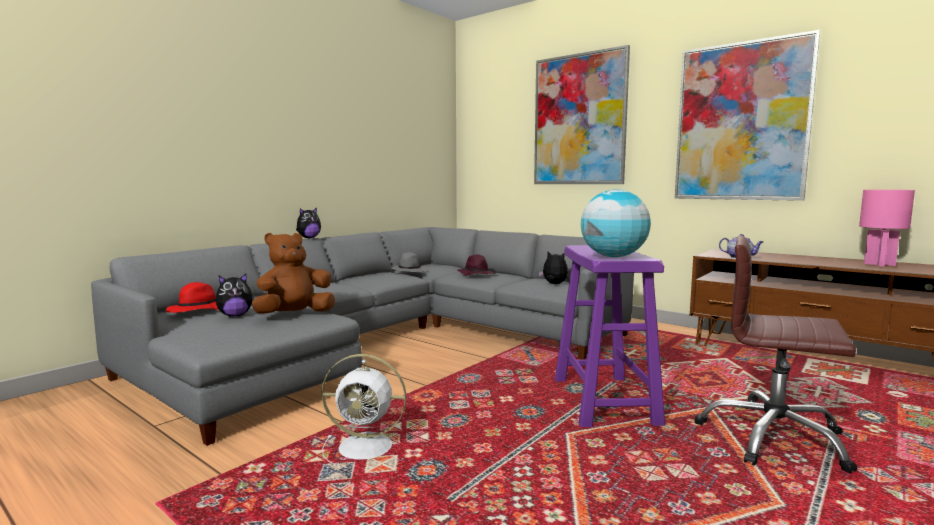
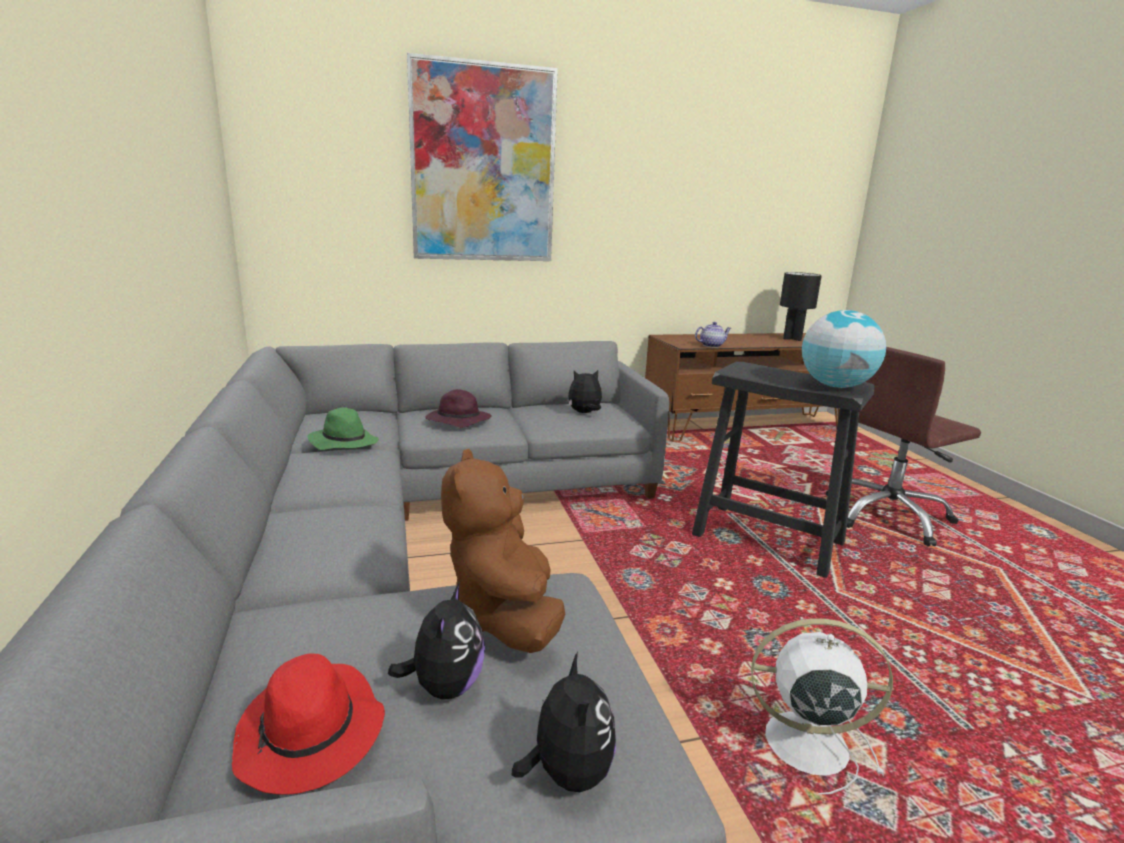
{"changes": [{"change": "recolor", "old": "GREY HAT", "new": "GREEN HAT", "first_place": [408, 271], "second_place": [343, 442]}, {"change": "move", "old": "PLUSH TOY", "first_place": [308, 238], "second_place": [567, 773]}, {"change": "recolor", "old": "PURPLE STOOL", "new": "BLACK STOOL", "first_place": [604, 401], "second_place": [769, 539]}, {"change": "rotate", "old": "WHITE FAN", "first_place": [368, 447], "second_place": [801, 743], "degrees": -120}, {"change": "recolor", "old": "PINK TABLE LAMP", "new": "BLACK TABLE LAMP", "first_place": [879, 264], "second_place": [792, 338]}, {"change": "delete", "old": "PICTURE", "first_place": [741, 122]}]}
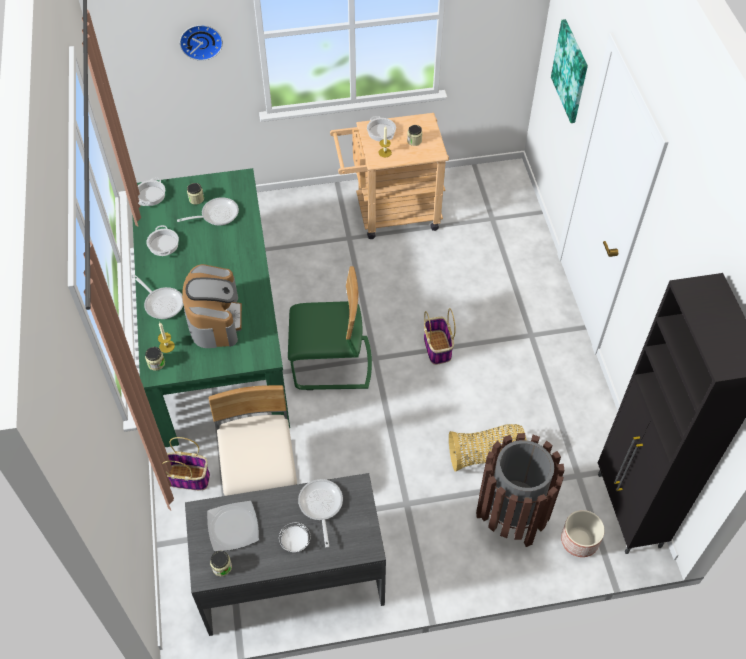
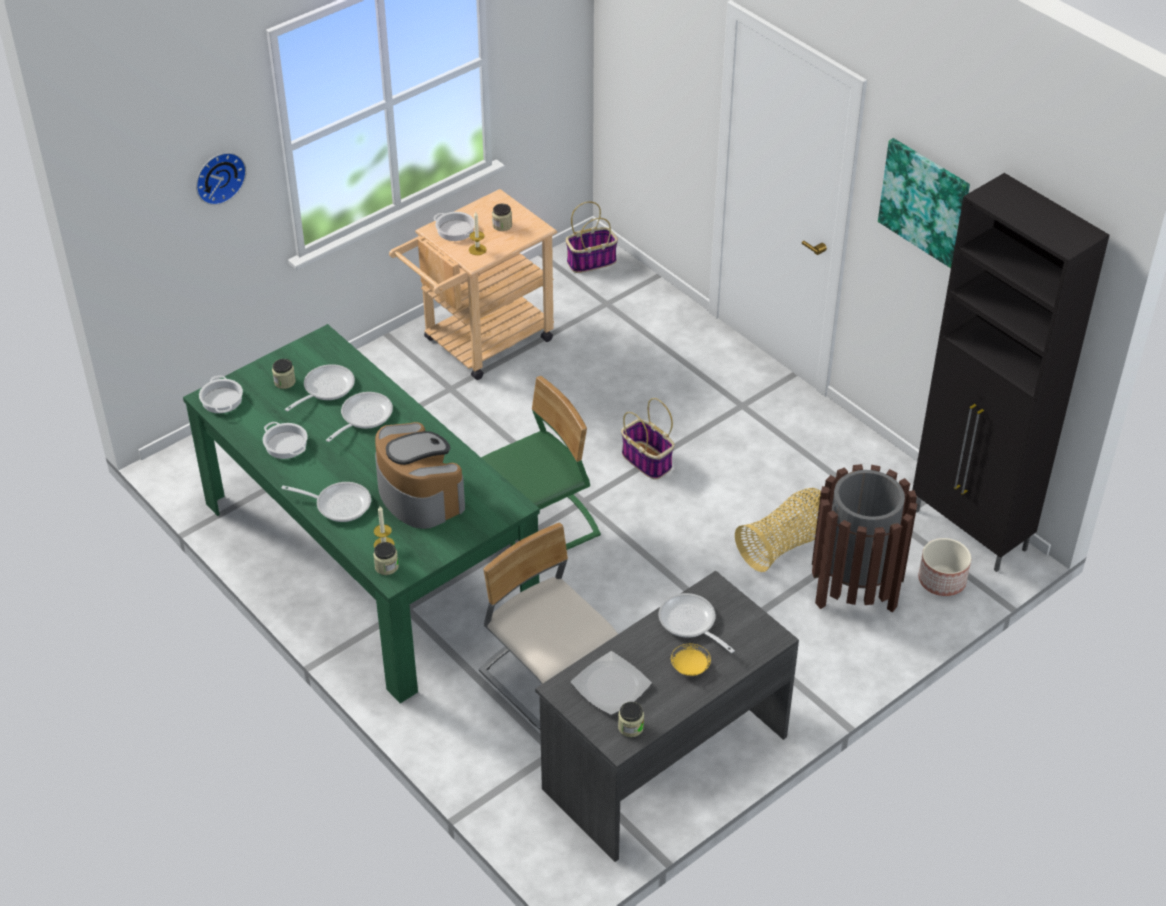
{"changes": [{"change": "insert", "new": "FRYING PAN", "second_place": [363, 417]}, {"change": "move", "old": "BASKET", "first_place": [188, 477], "second_place": [592, 261]}, {"change": "recolor", "old": "WHITE PLATE", "new": "YELLOW PLATE", "first_place": [295, 541], "second_place": [690, 667]}, {"change": "move", "old": "PICTURE", "first_place": [571, 71], "second_place": [925, 201]}]}
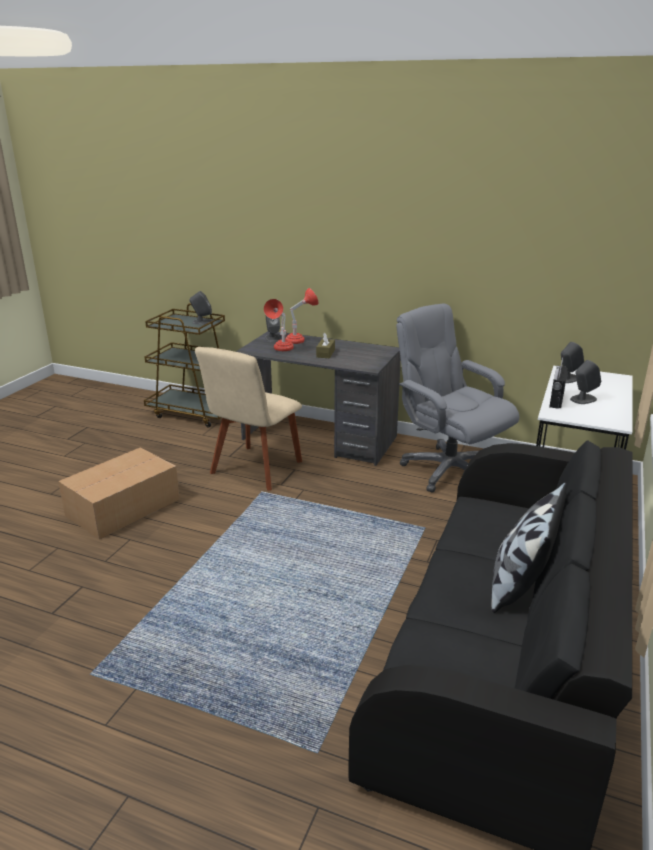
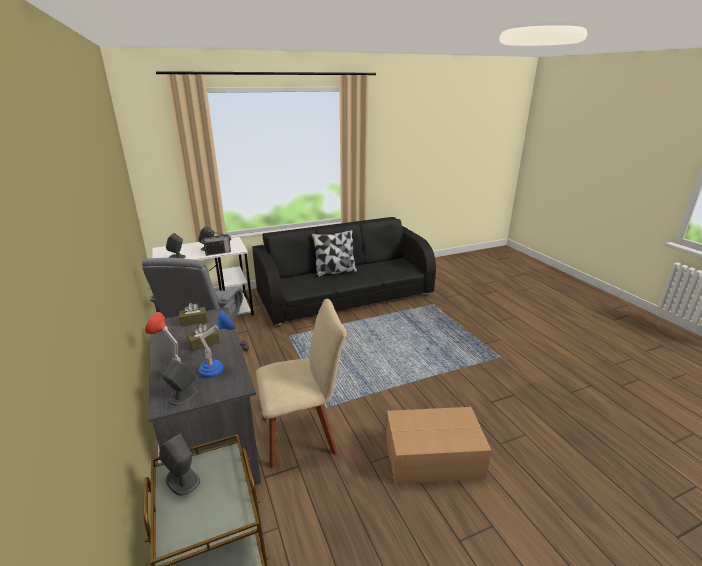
{"changes": [{"change": "insert", "new": "BROWN TISSUE BOX", "second_place": [194, 321]}, {"change": "recolor", "old": "RED TABLE LAMP", "new": "BLUE TABLE LAMP", "first_place": [281, 350], "second_place": [219, 369]}]}
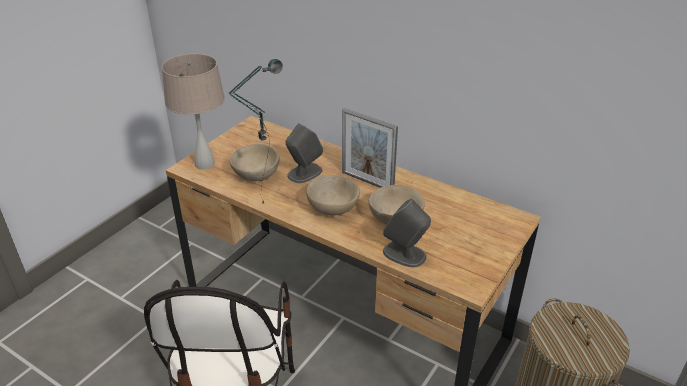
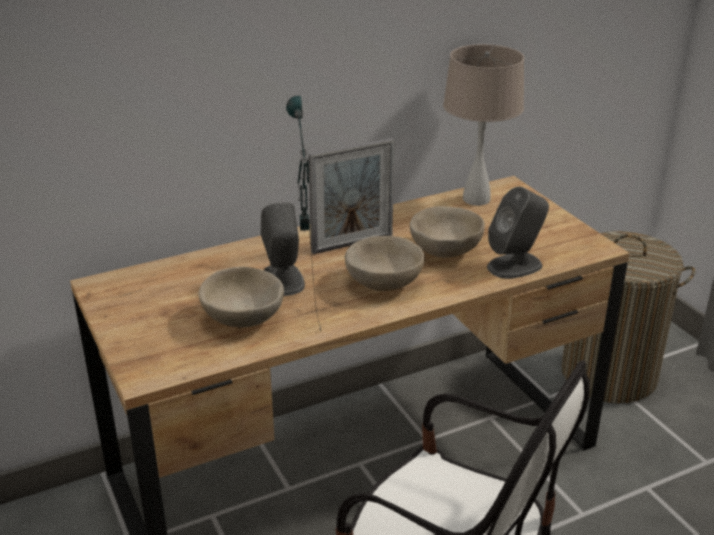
{"changes": [{"change": "move", "old": "BEIGE TABLE LAMP", "first_place": [204, 163], "second_place": [475, 199]}]}
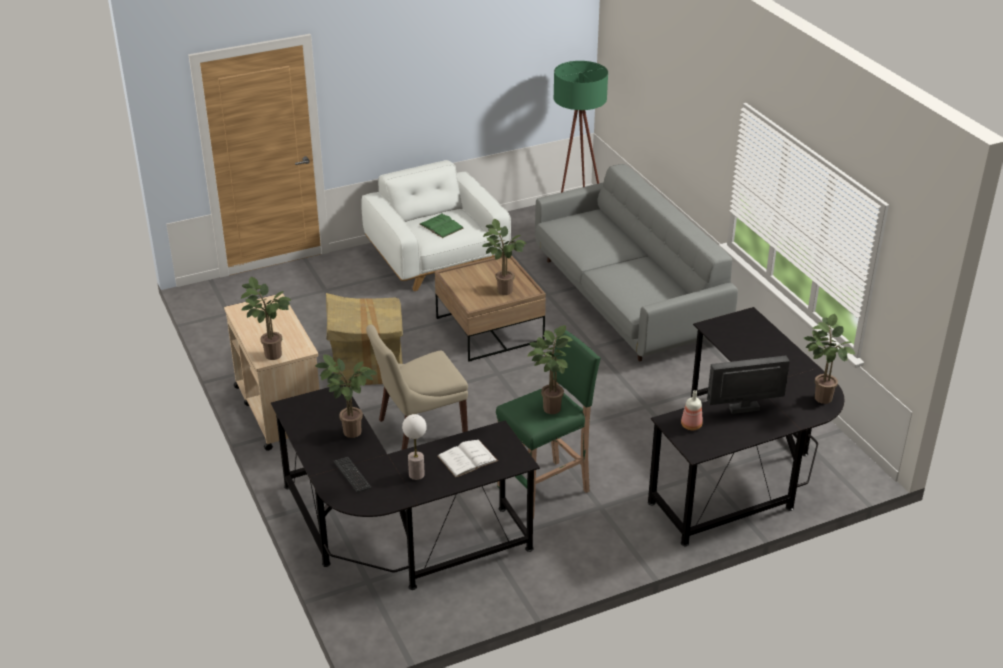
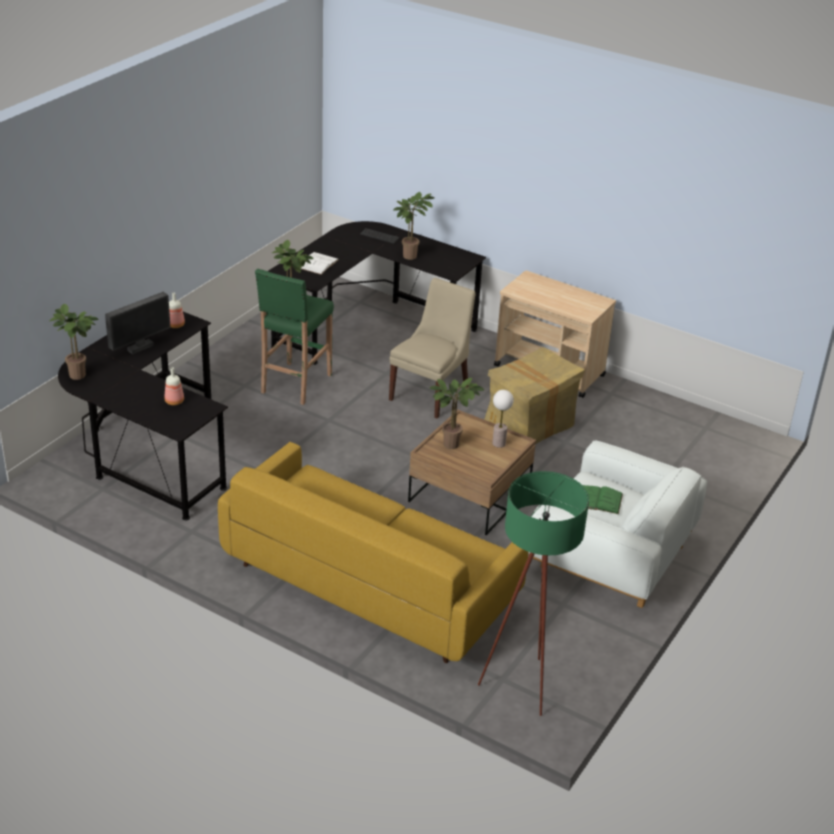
{"changes": [{"change": "insert", "new": "BOTTLE", "second_place": [175, 401]}, {"change": "recolor", "old": "GREY SOFA", "new": "YELLOW SOFA", "first_place": [626, 299], "second_place": [370, 583]}, {"change": "move", "old": "TABLE LAMP", "first_place": [416, 474], "second_place": [499, 443]}, {"change": "delete", "old": "POTTED PLANT", "first_place": [270, 355]}]}
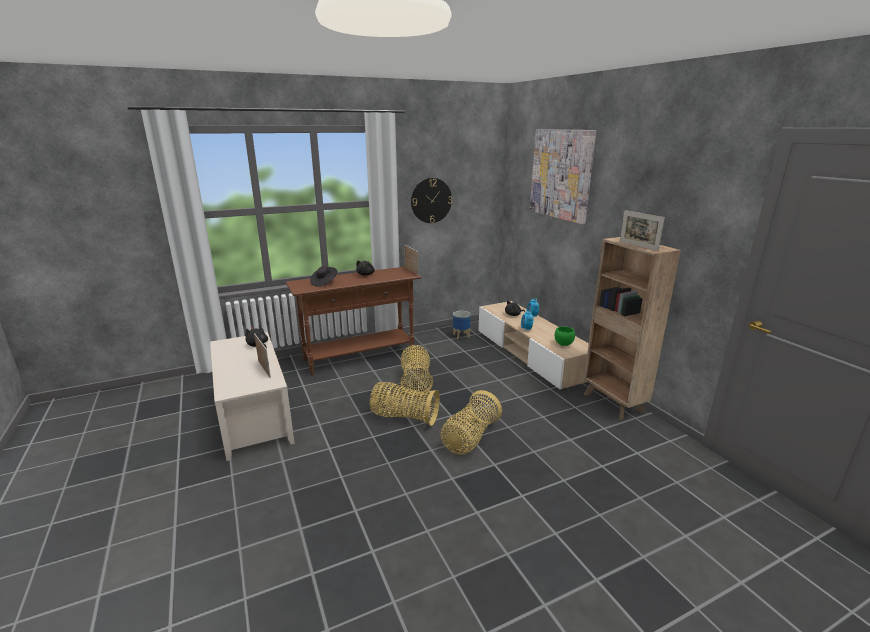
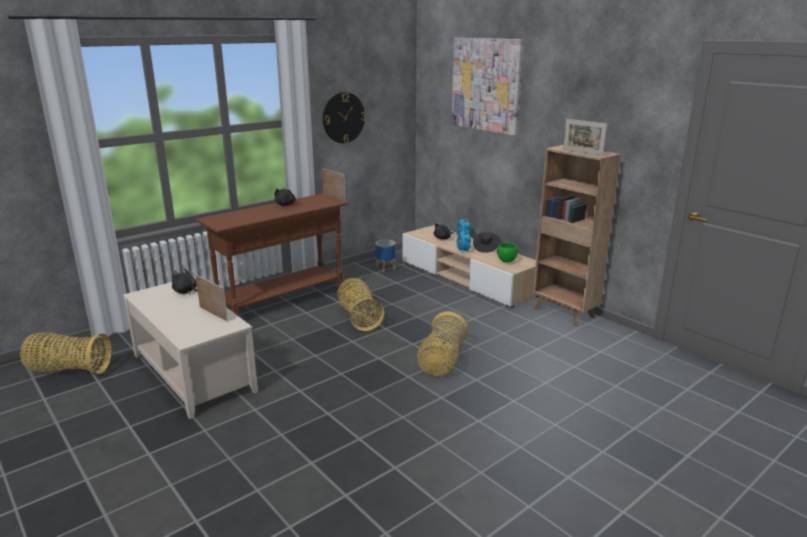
{"changes": [{"change": "move", "old": "BASKET", "first_place": [404, 417], "second_place": [69, 370]}, {"change": "move", "old": "BLACK HAT", "first_place": [324, 283], "second_place": [486, 248]}]}
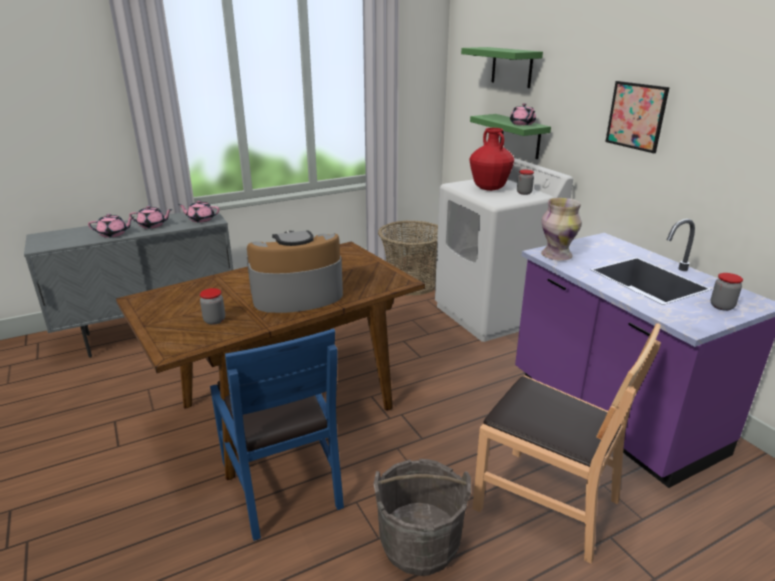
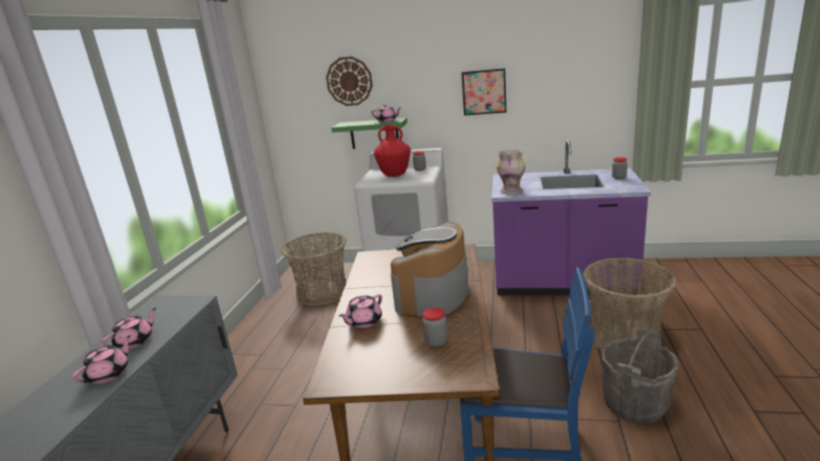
{"changes": [{"change": "replace", "old": "GREEN SHELF", "new": "WALL CLOCK", "first_place": [512, 67], "second_place": [349, 81]}, {"change": "move", "old": "PINK TEAPOT", "first_place": [201, 219], "second_place": [364, 322]}, {"change": "replace", "old": "BROWN CHAIR", "new": "BASKET", "first_place": [546, 502], "second_place": [624, 337]}]}
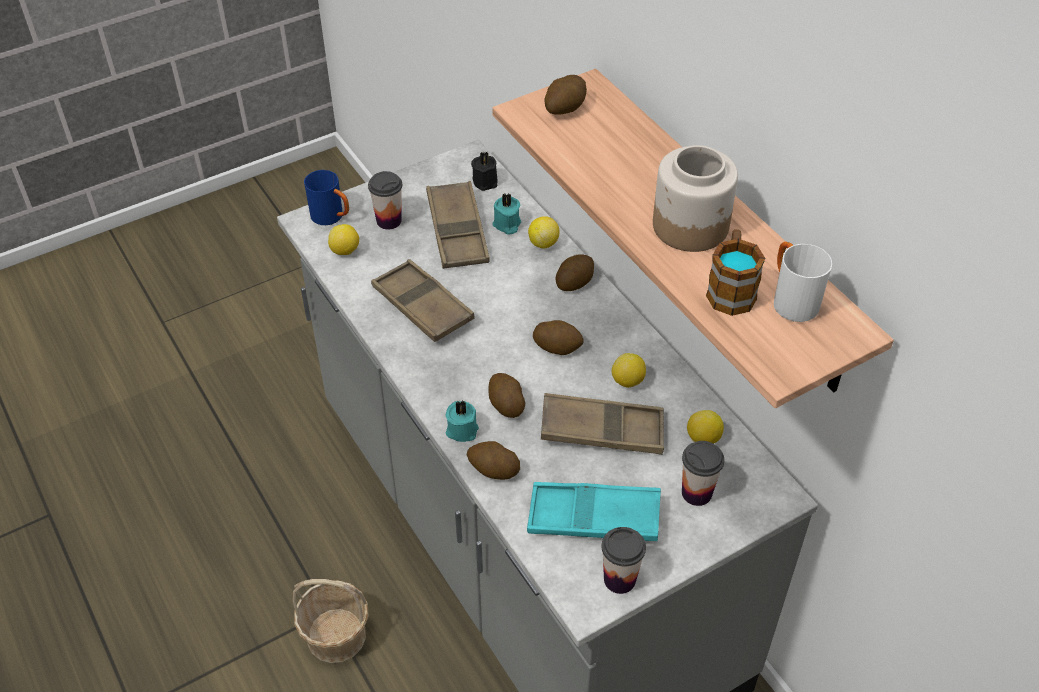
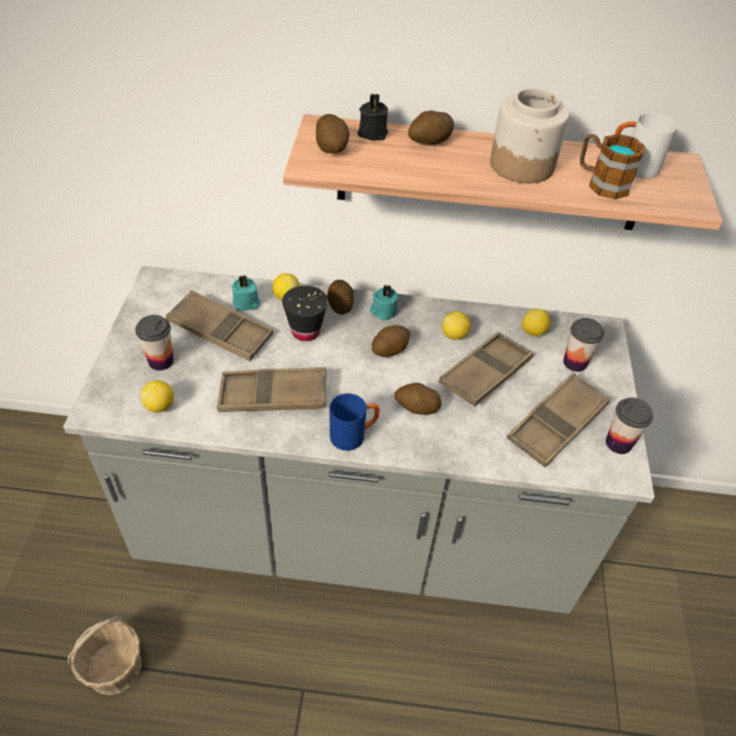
{"changes": [{"change": "move", "old": "BASKET", "first_place": [336, 636], "second_place": [115, 667]}, {"change": "insert", "new": "BLACK CUP", "second_place": [305, 331]}, {"change": "move", "old": "BLUE MUG", "first_place": [332, 217], "second_place": [353, 435]}, {"change": "move", "old": "BLACK CANDLE", "first_place": [486, 181], "second_place": [372, 132]}, {"change": "move", "old": "TURQUOISE CANDLE", "first_place": [461, 429], "second_place": [383, 311]}, {"change": "move", "old": "POTATO", "first_place": [493, 470], "second_place": [429, 142]}, {"change": "recolor", "old": "TURQUOISE TRAY", "new": "BROWN TRAY", "first_place": [594, 517], "second_place": [557, 424]}]}
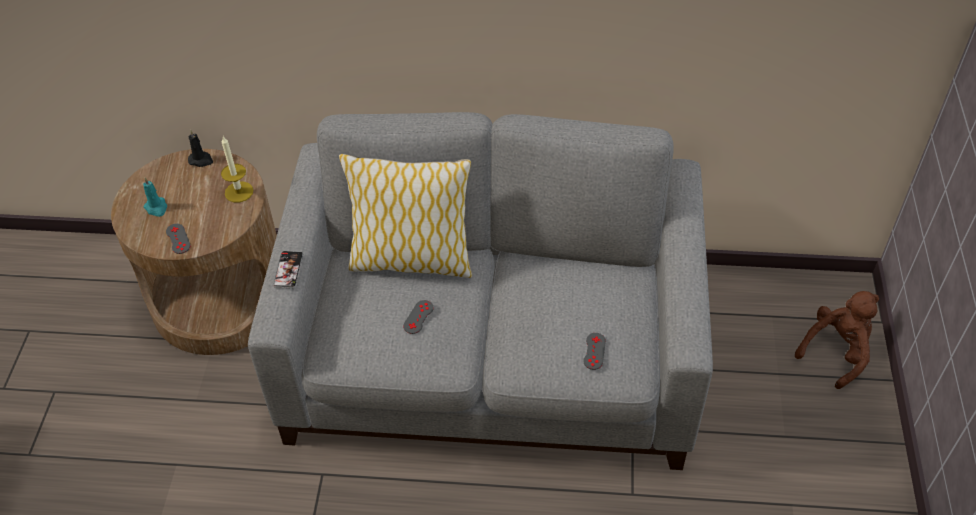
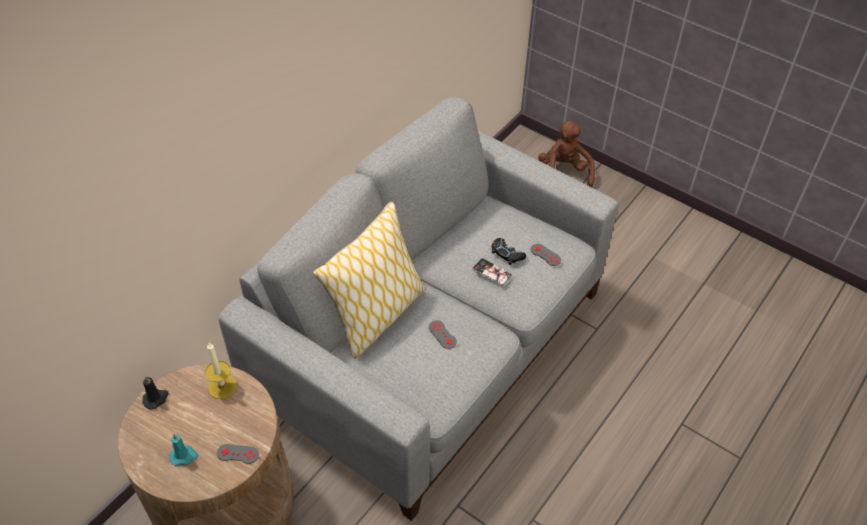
{"changes": [{"change": "move", "old": "PHONE", "first_place": [288, 270], "second_place": [491, 272]}, {"change": "insert", "new": "BLACK GAME CONTROLLER", "second_place": [507, 254]}]}
